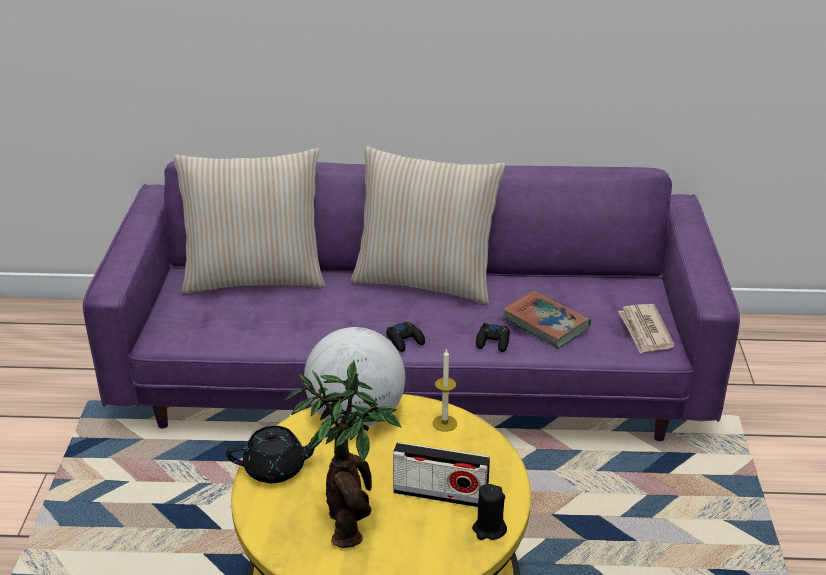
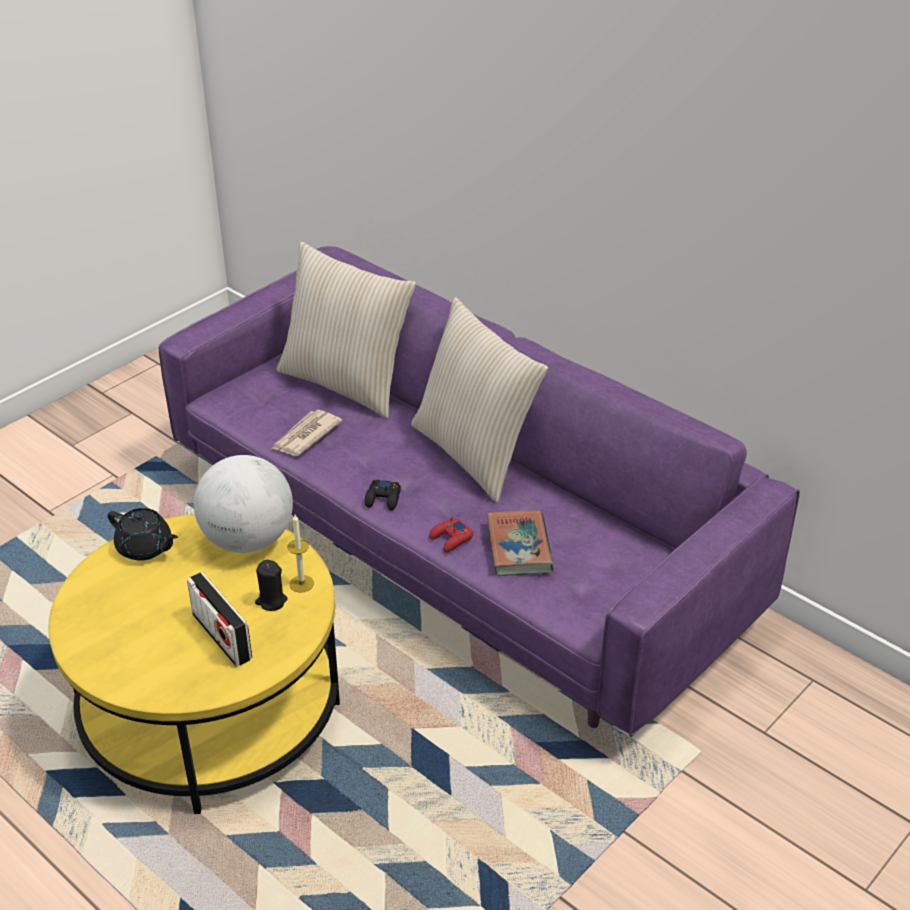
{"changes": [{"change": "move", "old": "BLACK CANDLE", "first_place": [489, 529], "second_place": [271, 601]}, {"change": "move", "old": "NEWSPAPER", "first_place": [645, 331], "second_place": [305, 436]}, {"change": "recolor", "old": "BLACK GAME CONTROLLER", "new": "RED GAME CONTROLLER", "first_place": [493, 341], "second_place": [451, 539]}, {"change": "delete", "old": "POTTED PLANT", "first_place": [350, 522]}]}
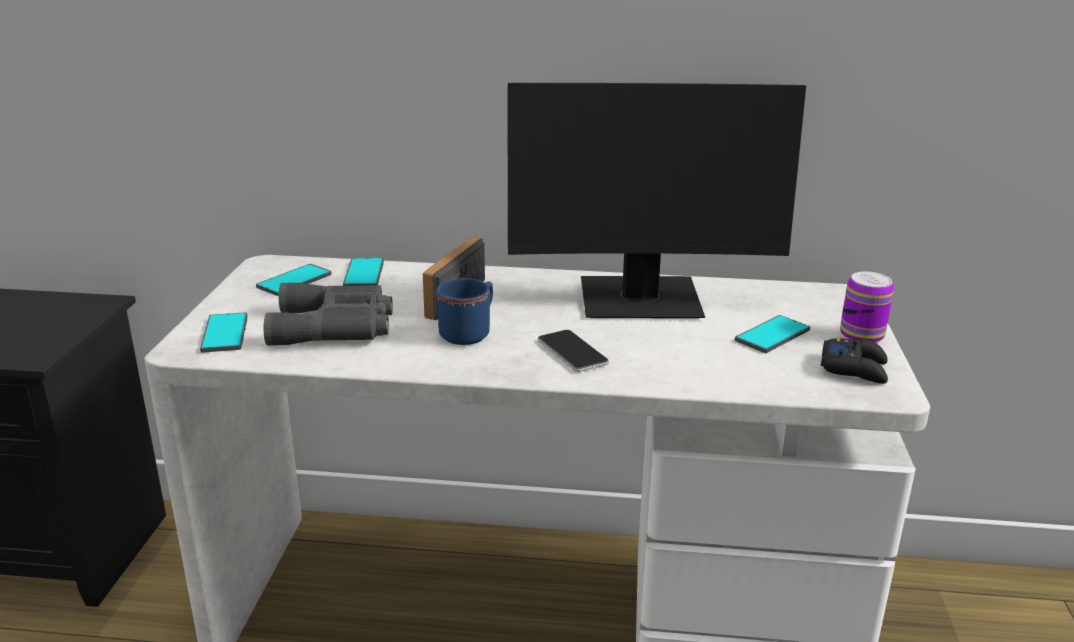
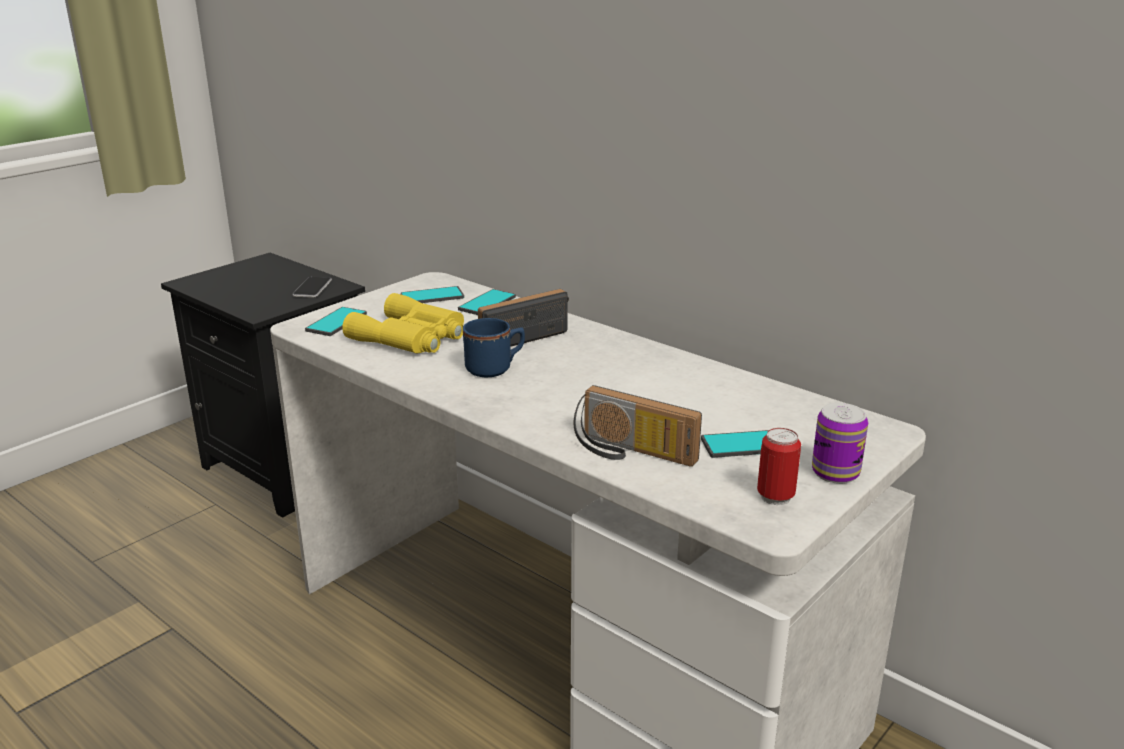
{"changes": [{"change": "move", "old": "PHONE", "first_place": [572, 352], "second_place": [312, 288]}, {"change": "recolor", "old": "GREY BINOCULARS", "new": "YELLOW BINOCULARS", "first_place": [336, 326], "second_place": [411, 337]}, {"change": "insert", "new": "RADIO", "second_place": [631, 453]}, {"change": "replace", "old": "BLACK GAME CONTROLLER", "new": "CAN", "first_place": [854, 368], "second_place": [775, 497]}, {"change": "delete", "old": "MONITOR", "first_place": [640, 300]}]}
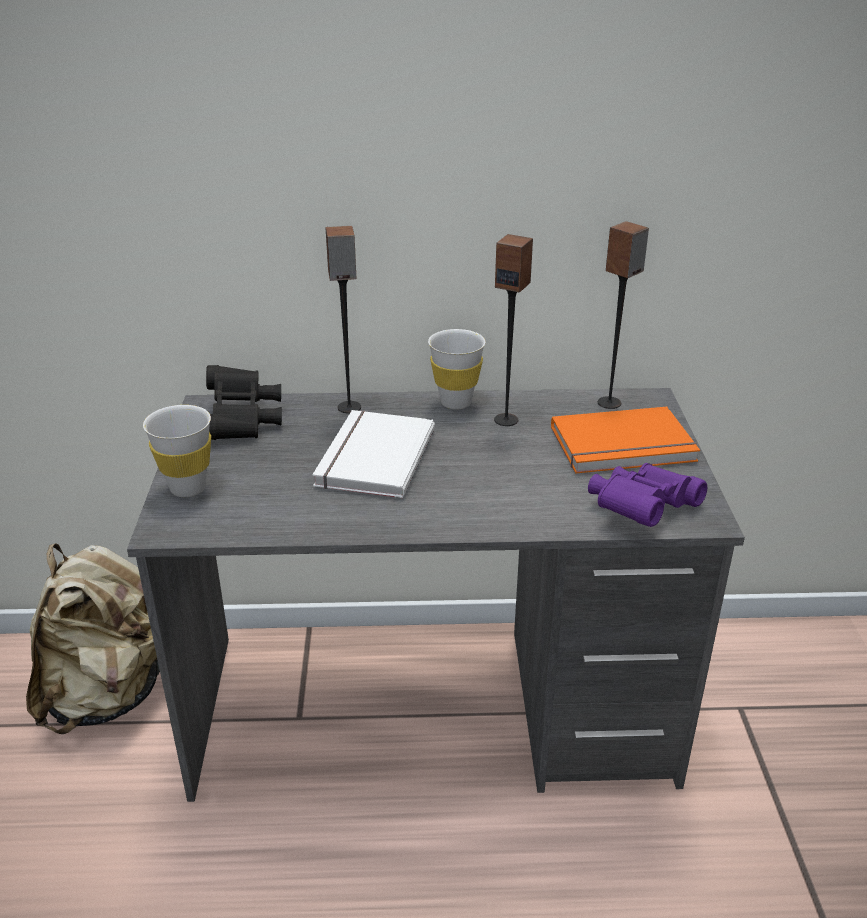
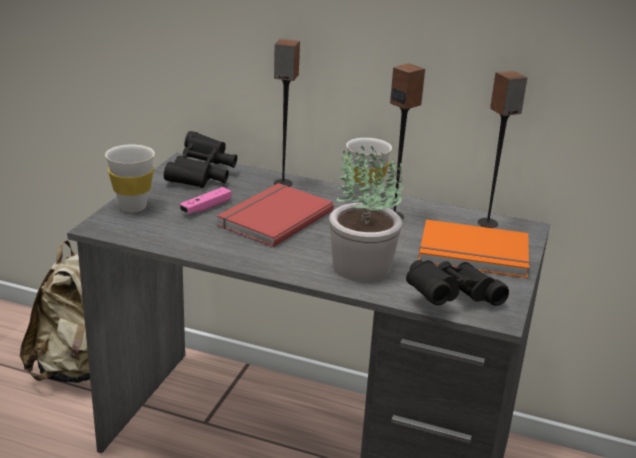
{"changes": [{"change": "insert", "new": "PINK GAME CONTROLLER", "second_place": [206, 207]}, {"change": "recolor", "old": "WHITE BOOK", "new": "RED BOOK", "first_place": [371, 457], "second_place": [272, 217]}, {"change": "insert", "new": "POTTED PLANT", "second_place": [361, 267]}, {"change": "recolor", "old": "PURPLE BINOCULARS", "new": "BLACK BINOCULARS", "first_place": [641, 510], "second_place": [449, 298]}]}
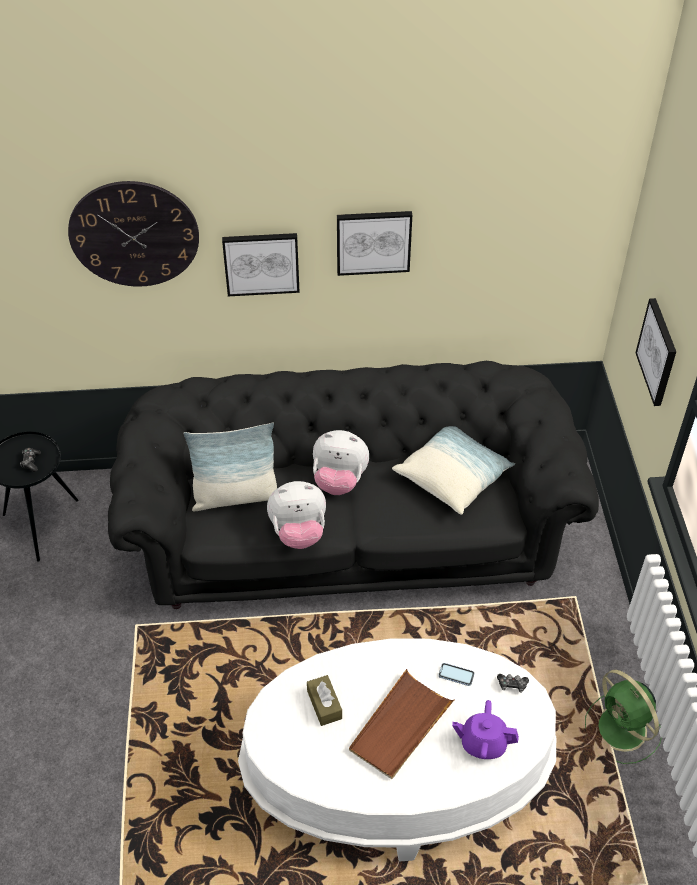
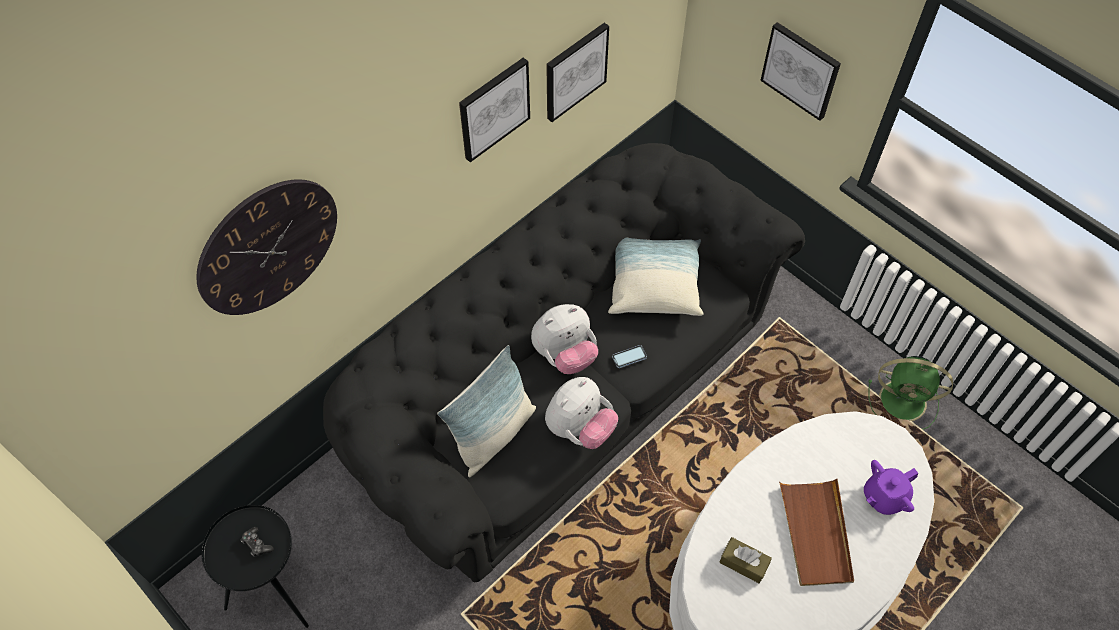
{"changes": [{"change": "move", "old": "PICTURE", "first_place": [261, 263], "second_place": [575, 71]}, {"change": "move", "old": "PHONE", "first_place": [456, 675], "second_place": [629, 357]}, {"change": "delete", "old": "GAME CONTROLLER", "first_place": [512, 685]}]}
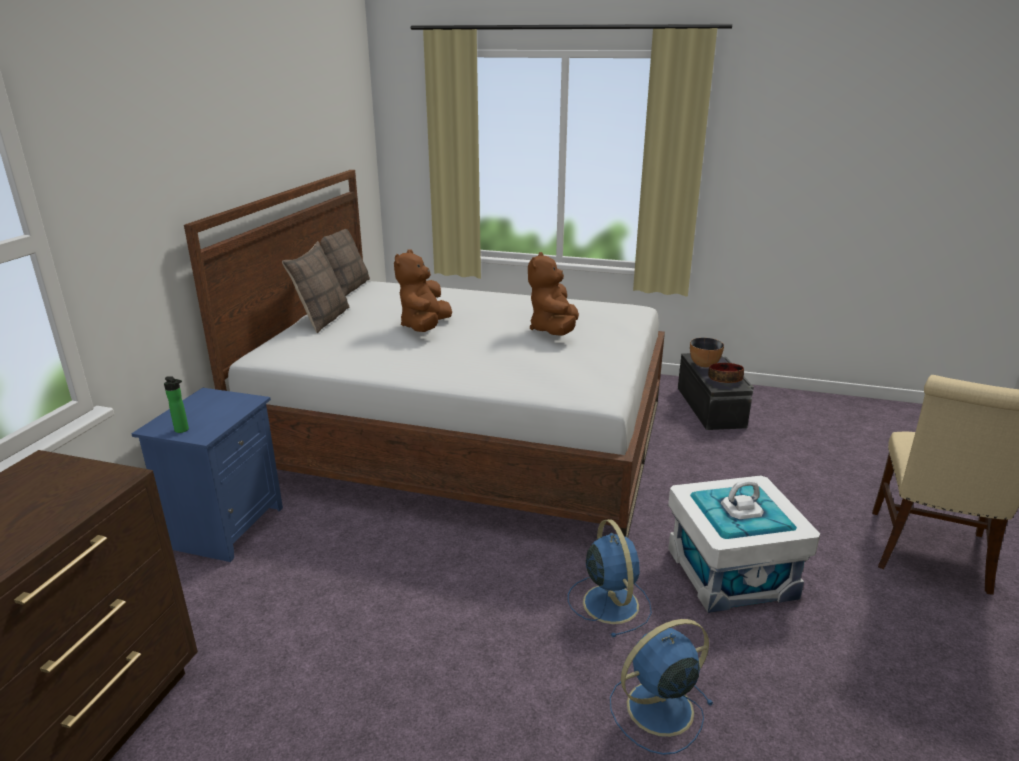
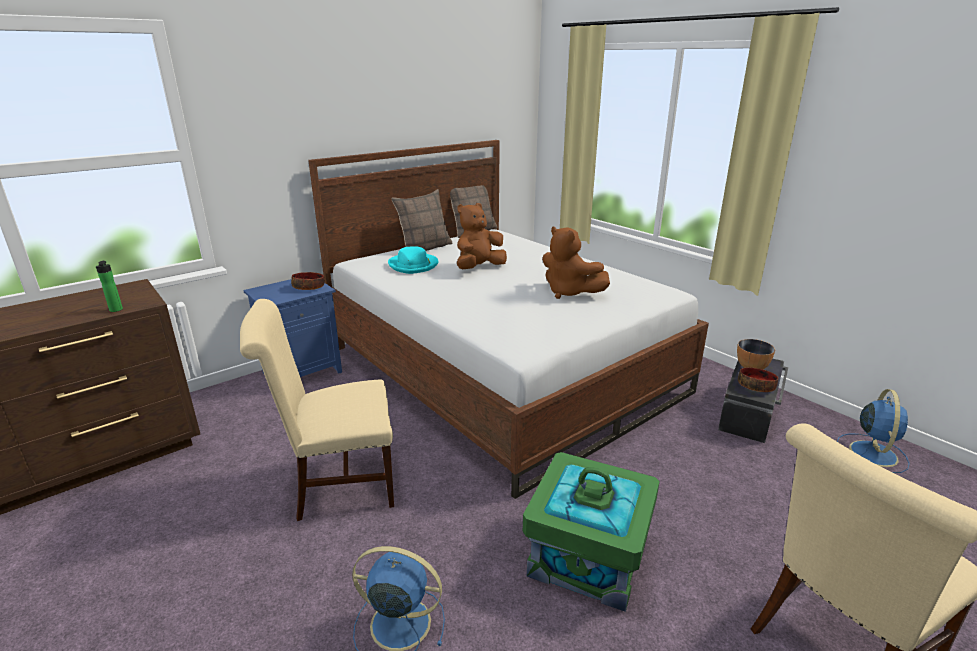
{"changes": [{"change": "move", "old": "BOTTLE", "first_place": [183, 430], "second_place": [116, 310]}, {"change": "insert", "new": "BEIGE CHAIR", "second_place": [337, 484]}, {"change": "insert", "new": "BOWL", "second_place": [309, 287]}, {"change": "insert", "new": "TURQUOISE HAT", "second_place": [413, 265]}, {"change": "recolor", "old": "WHITE STORAGE BOX", "new": "GREEN STORAGE BOX", "first_place": [730, 572], "second_place": [588, 556]}, {"change": "rotate", "old": "BROWN PLUSH TOY", "first_place": [554, 331], "second_place": [569, 293], "degrees": -90}, {"change": "move", "old": "BLUE FAN", "first_place": [609, 602], "second_place": [872, 452]}]}
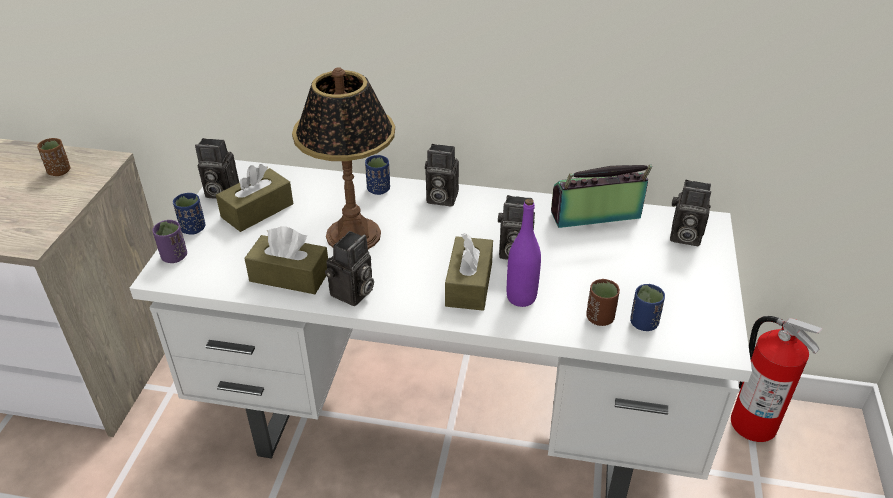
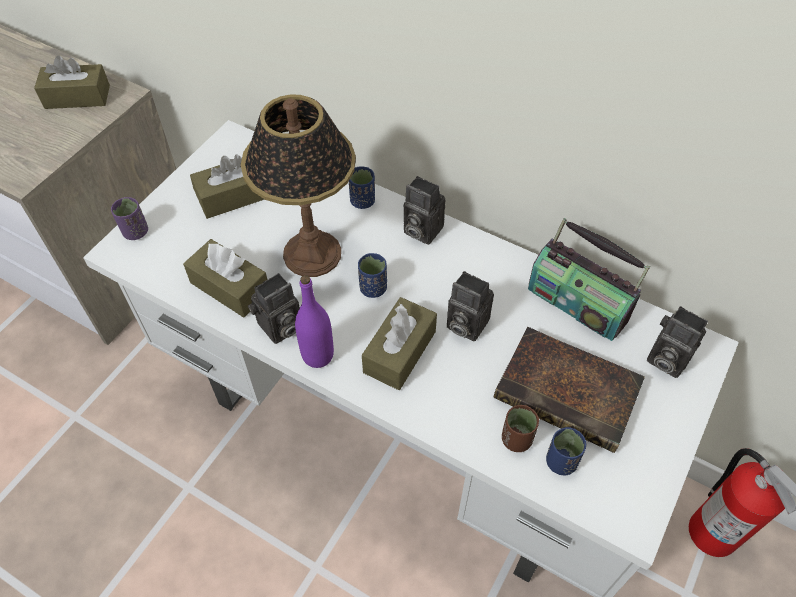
{"changes": [{"change": "replace", "old": "BROWN CUP", "new": "BROWN TISSUE BOX", "first_place": [59, 171], "second_place": [77, 97]}, {"change": "move", "old": "PURPLE BOTTLE", "first_place": [521, 297], "second_place": [318, 355]}, {"change": "move", "old": "BLUE CUP", "first_place": [193, 228], "second_place": [373, 288]}, {"change": "insert", "new": "BOOK", "second_place": [570, 393]}, {"change": "rotate", "old": "RADIO", "first_place": [596, 217], "second_place": [578, 303], "degrees": -150}, {"change": "delete", "old": "PHOTO CAMERA", "first_place": [219, 192]}]}
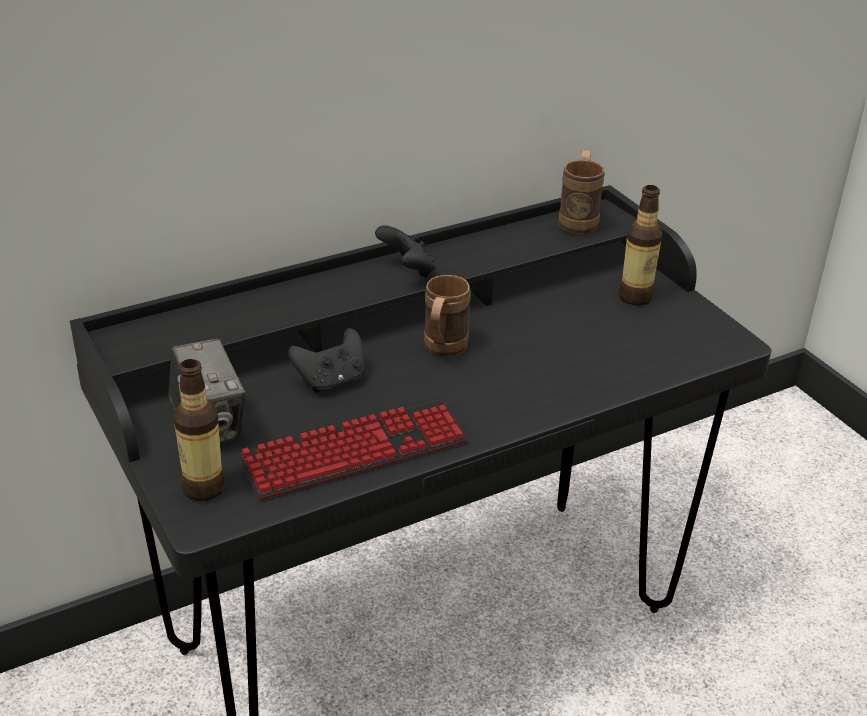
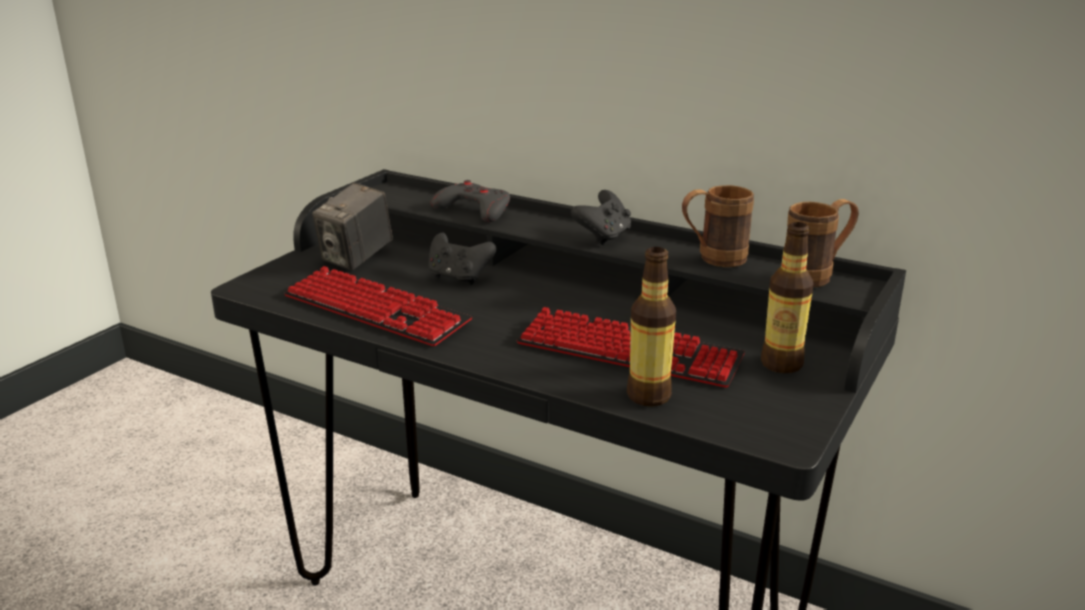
{"changes": [{"change": "insert", "new": "GREY GAME CONTROLLER", "second_place": [474, 209]}, {"change": "insert", "new": "KEYBOARD", "second_place": [628, 352]}, {"change": "move", "old": "BOTTLE", "first_place": [204, 488], "second_place": [648, 396]}, {"change": "move", "old": "BROWN MUG", "first_place": [442, 351], "second_place": [712, 259]}]}
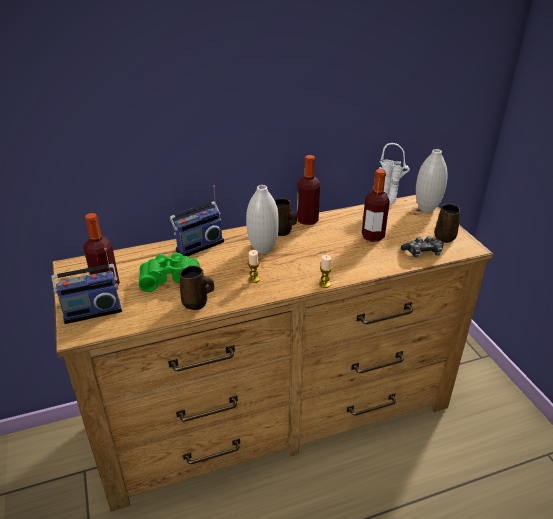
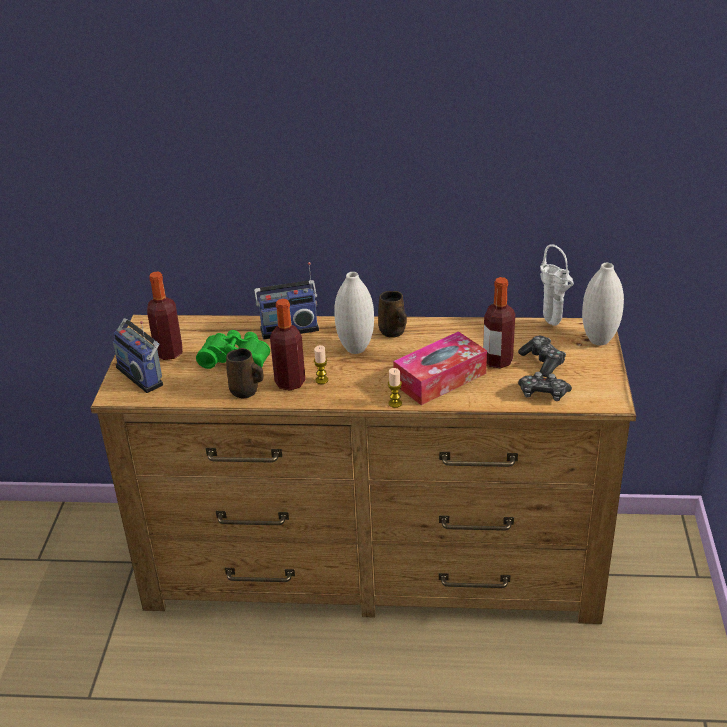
{"changes": [{"change": "rotate", "old": "RADIO", "first_place": [92, 310], "second_place": [142, 375], "degrees": 45}, {"change": "move", "old": "BOTTLE", "first_place": [307, 220], "second_place": [290, 382]}, {"change": "insert", "new": "TISSUE BOX", "second_place": [440, 379]}, {"change": "insert", "new": "GAME CONTROLLER", "second_place": [543, 362]}, {"change": "delete", "old": "BROWN MUG", "first_place": [445, 236]}]}
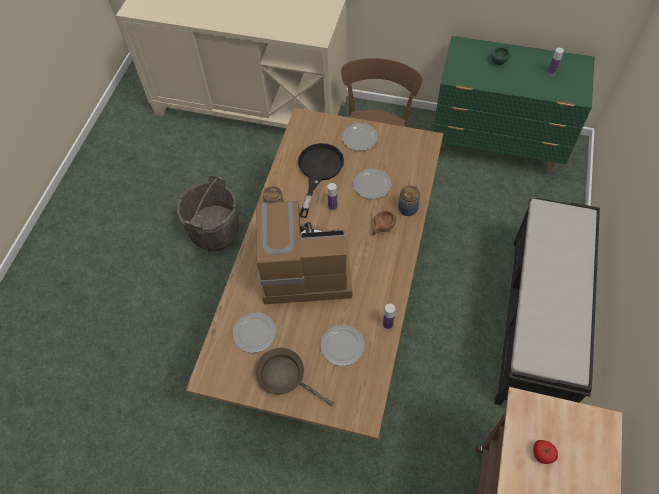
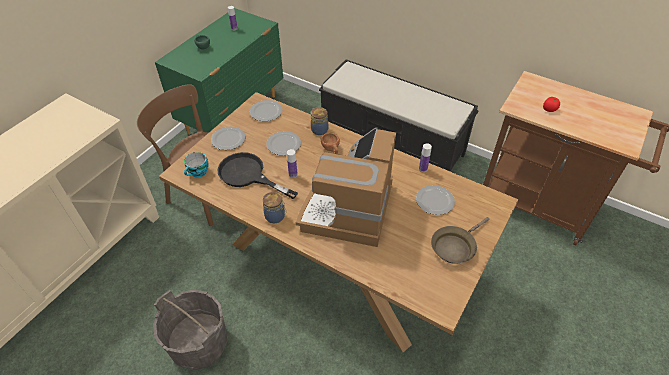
{"changes": [{"change": "insert", "new": "CUP", "second_place": [198, 172]}, {"change": "move", "old": "PLATE", "first_place": [254, 334], "second_place": [266, 112]}]}
